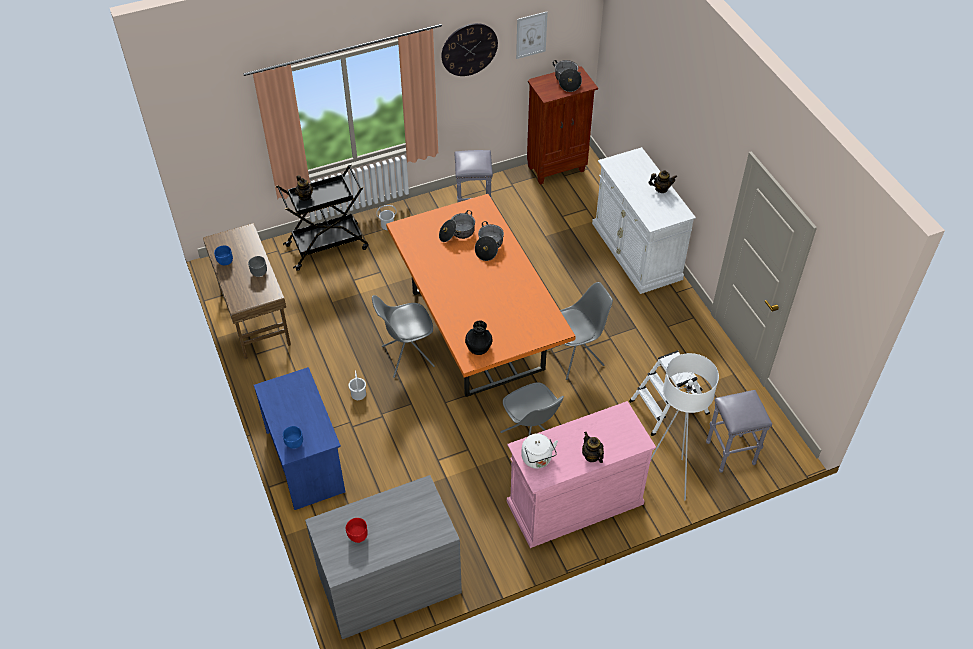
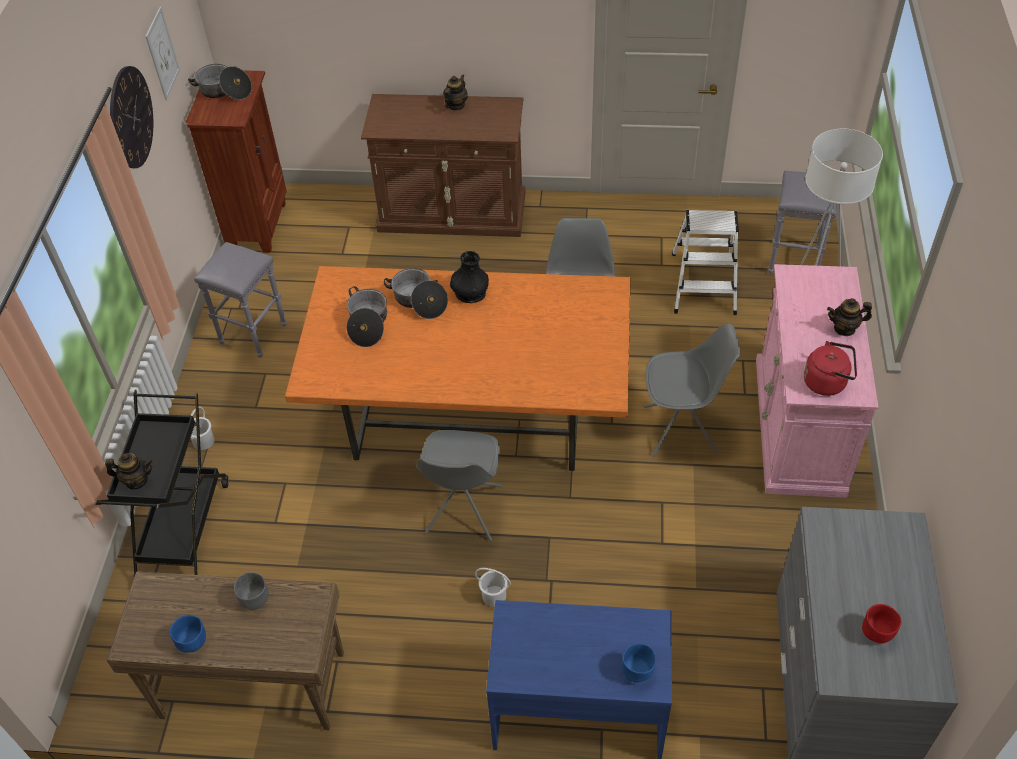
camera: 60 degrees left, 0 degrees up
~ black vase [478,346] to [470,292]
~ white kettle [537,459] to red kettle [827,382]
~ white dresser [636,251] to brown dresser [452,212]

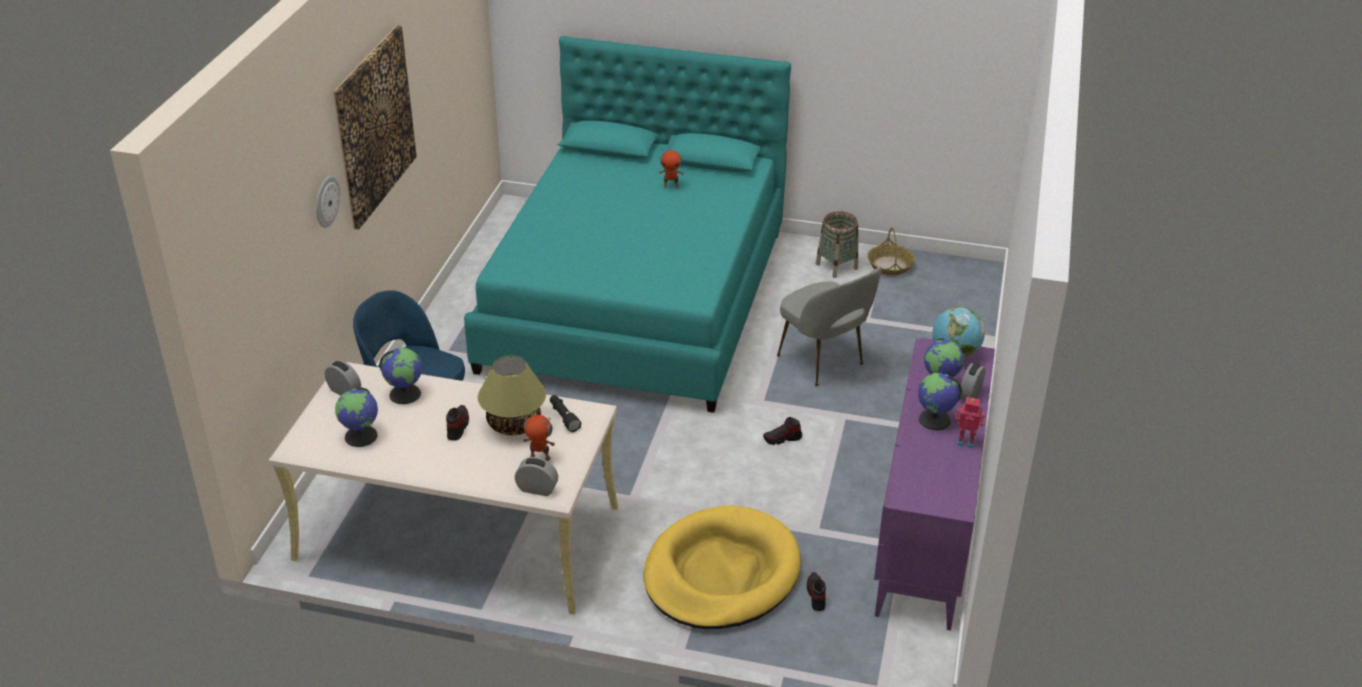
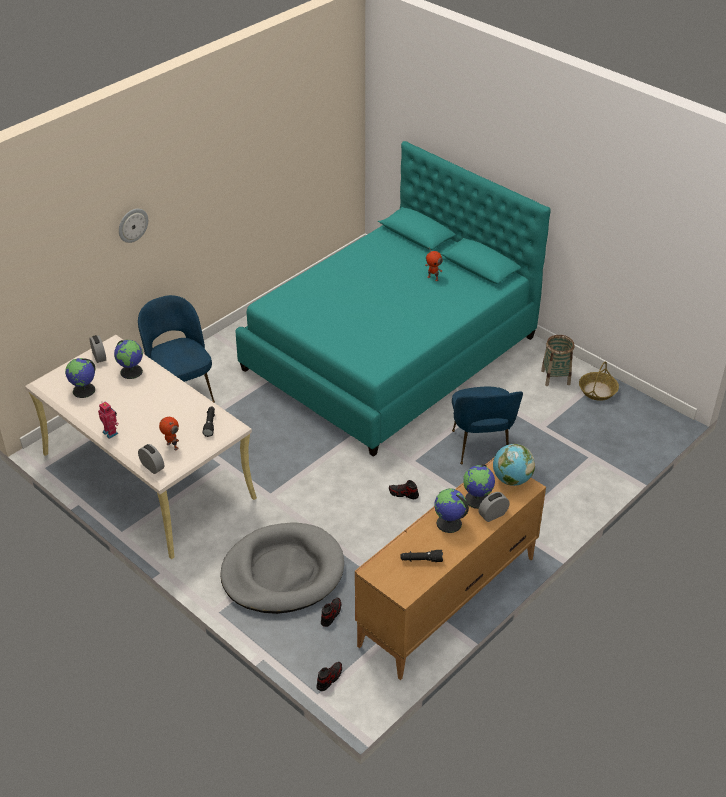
camera: 30 degrees right, 5 degrees up
- picture [374,126]
~ shoe [457,427] to [329,678]
- table lamp [514,424]
~ yellow dog bed [721,573] to grey dog bed [282,572]
~ grey chair [824,364] to blue chair [481,449]
~ purple dresser [928,529] to brown dresser [448,602]
~ toy robot [966,441] to [111,432]
+ black flashlight [421,560]

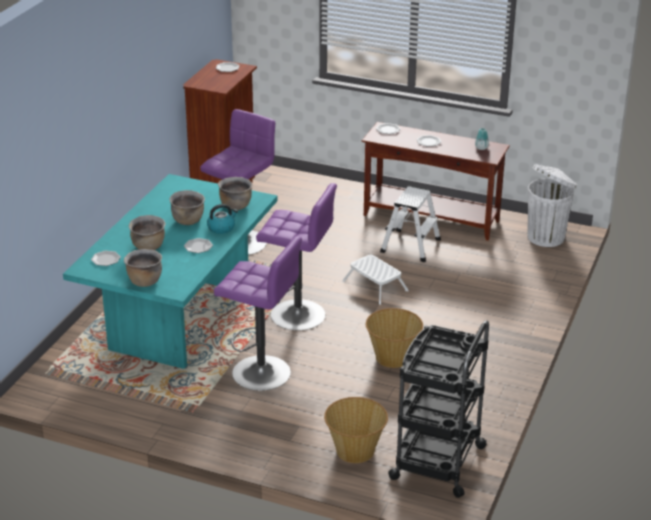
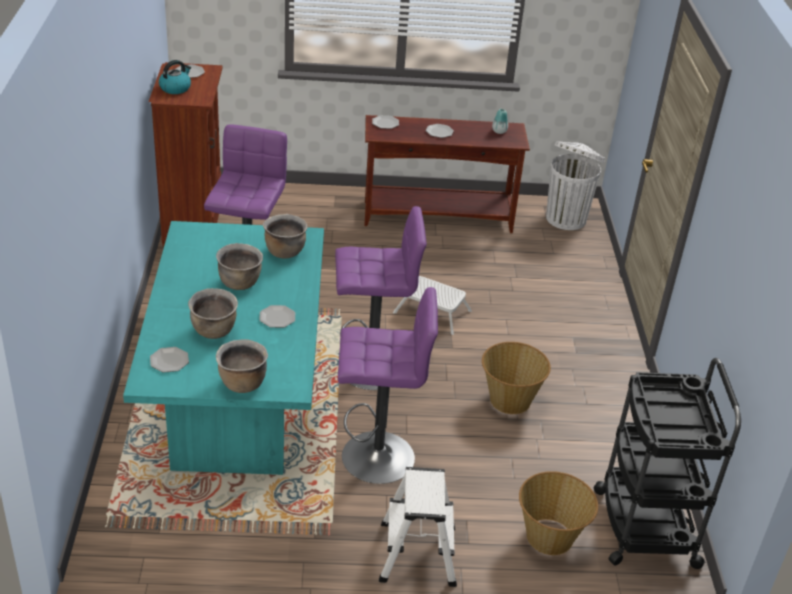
camera: 25 degrees left, 5 degrees up
~ kettle [221,228] to [175,88]
~ white step ladder [410,246] to [417,554]

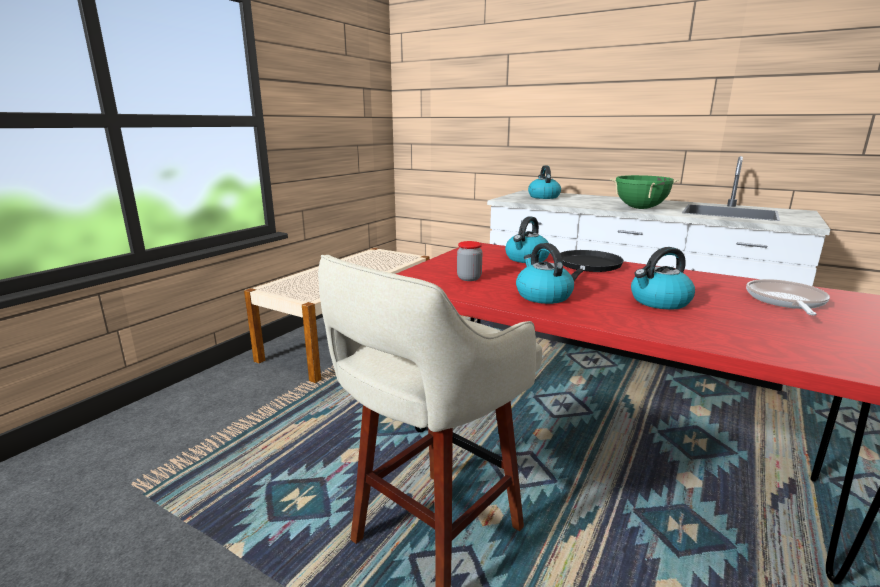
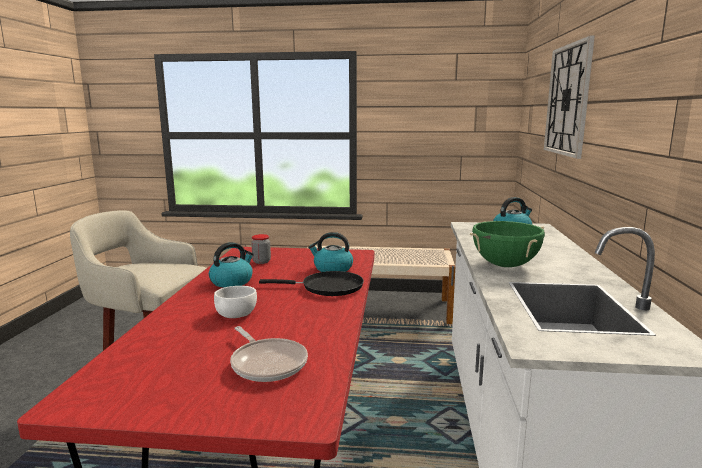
camera: 65 degrees right, 5 degrees down
~ kettle [659,302] to white bowl [236,314]
~ frying pan [785,301] = [267,363] 60 degrees clockwise
+ wall clock [568,100]

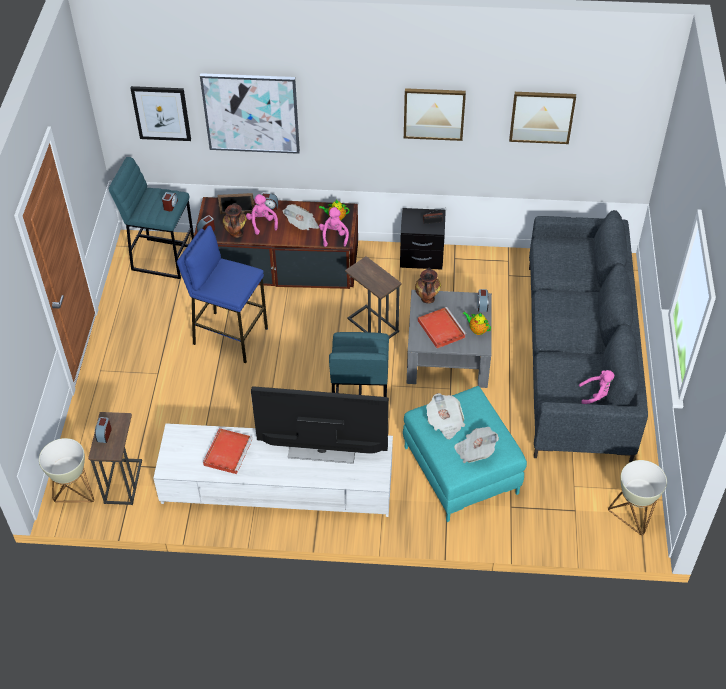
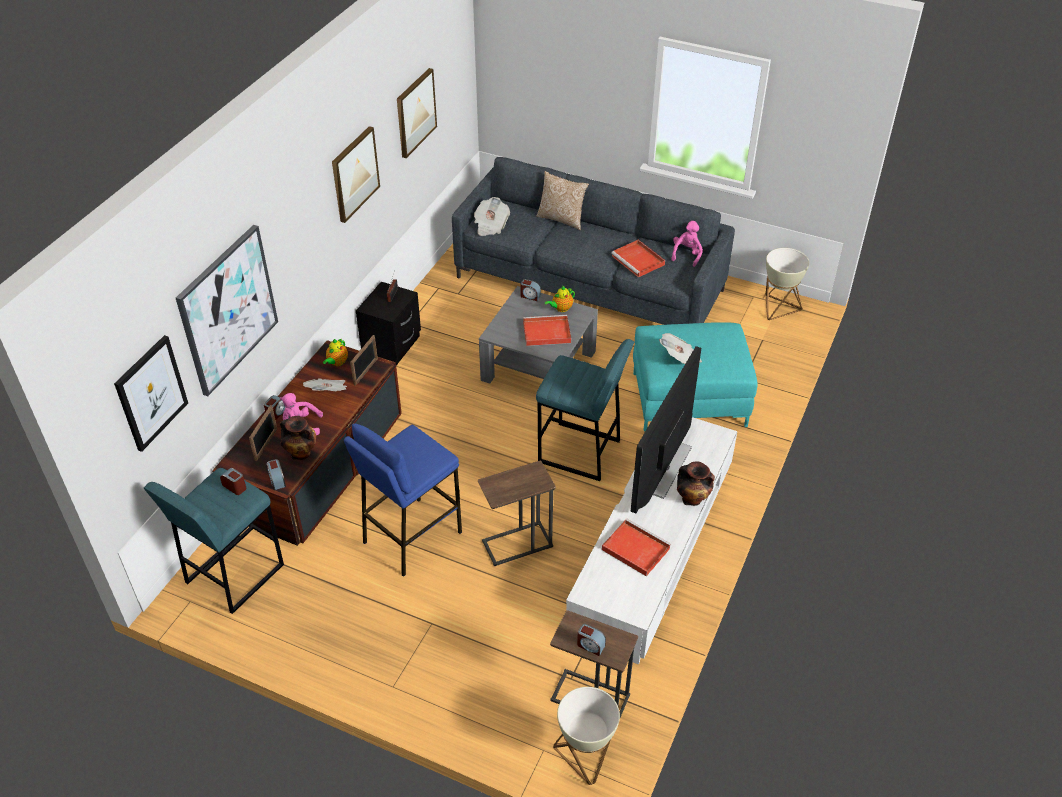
camera: 70 degrees left, 5 degrees down
~ pink plush toy [334,236] to picture frame [366,371]
~ brown side table [373,325] to [517,543]
~ vase [427,298] to [693,499]
~ newspaper [475,451] to [490,226]
+ pillow [562,219]
+ red tray [639,260]

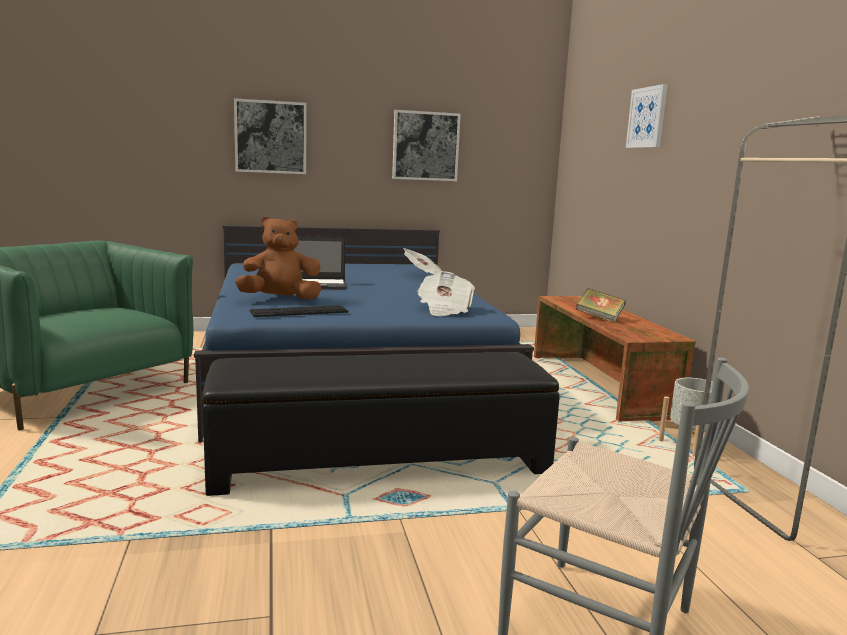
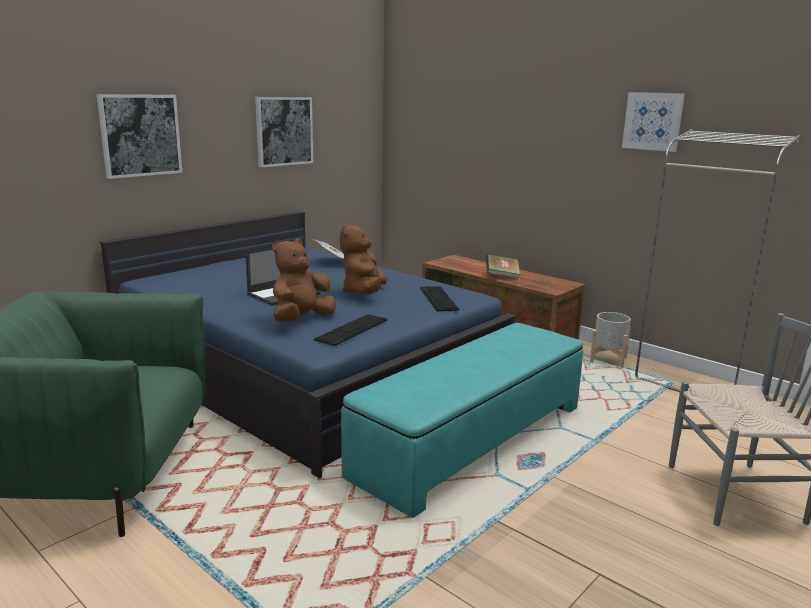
camera: 35 degrees left, 5 degrees up
~ black bench [382,461] to turquoise bench [471,439]
~ newspaper [444,310] to keyboard [438,298]
~ picture [647,117] to [652,121]
+ brown plush toy [364,292]

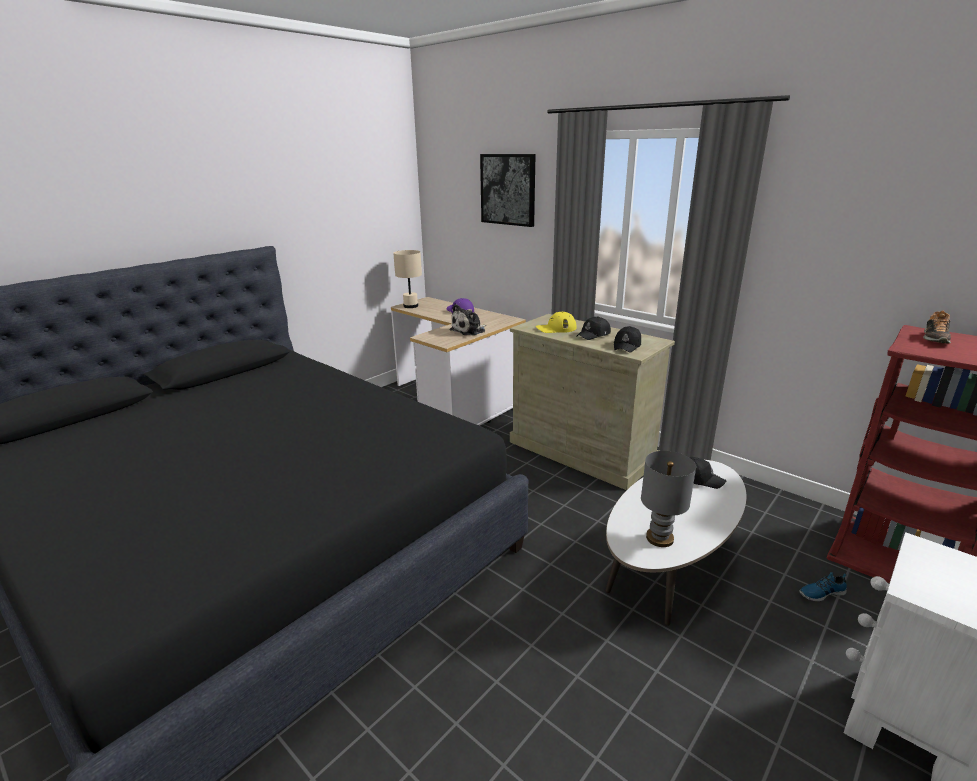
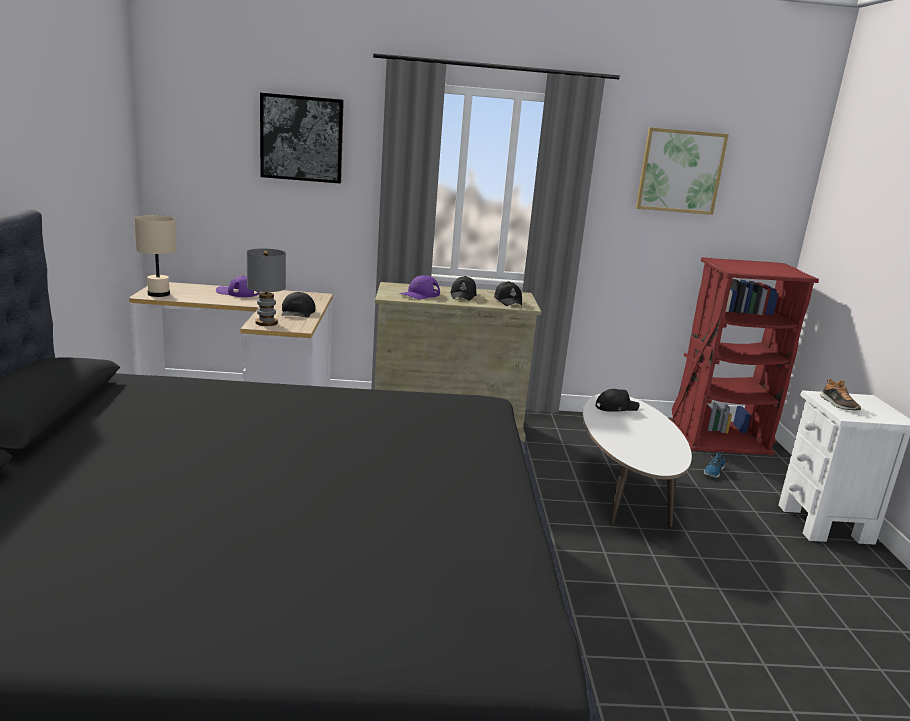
camera: 45 degrees left, 5 degrees down
~ plush toy [469,331] to black cap [297,312]
~ yellow cap [556,328] to purple cap [419,294]
~ grey table lamp [659,538] to [266,323]
~ shoe [934,338] to [838,404]
+ picture [680,171]

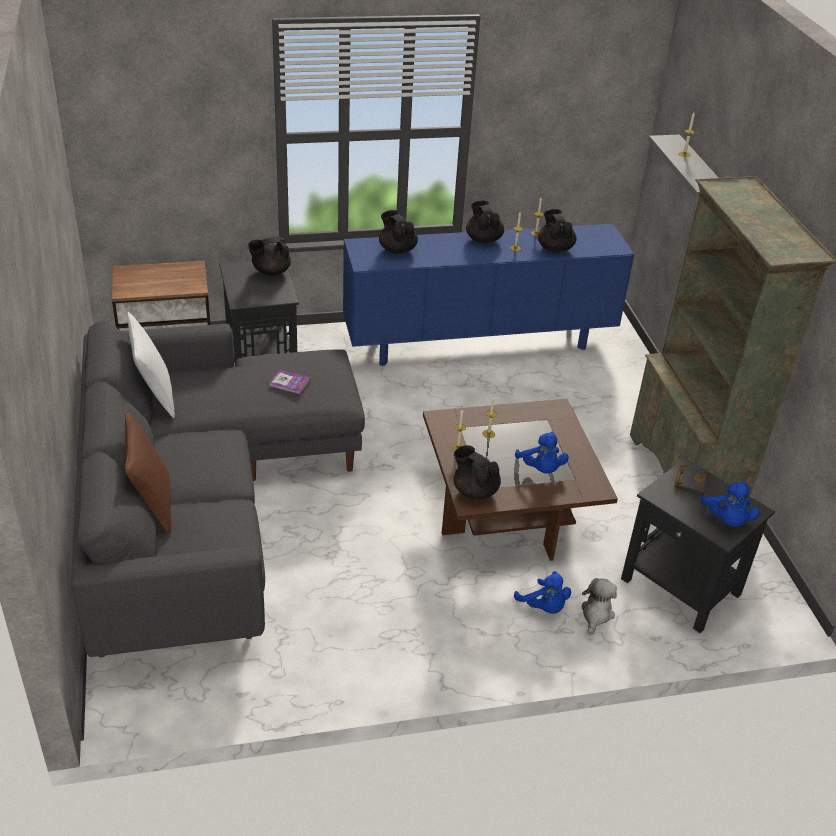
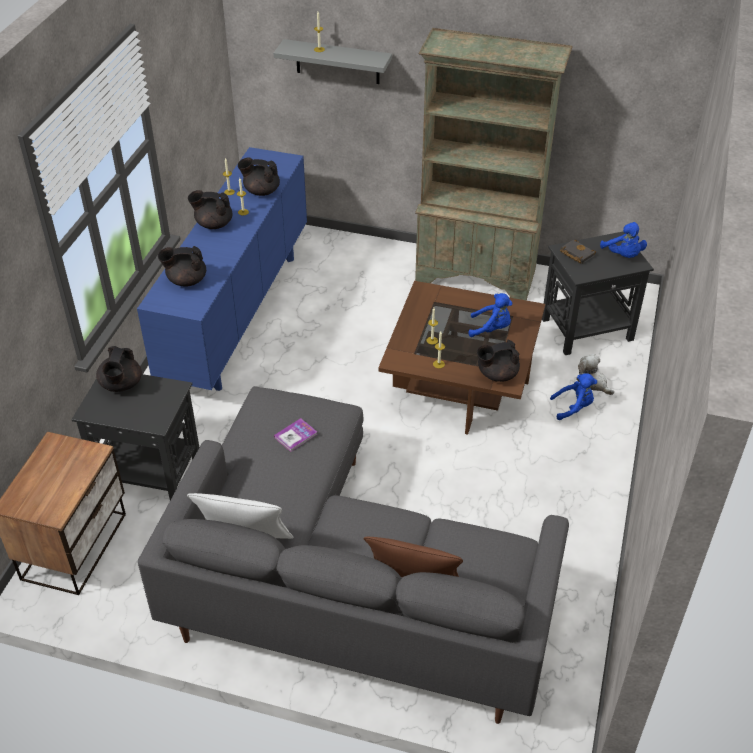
camera: 60 degrees left, 5 degrees up
~ blue plush toy [726,520] = [623,255] 45 degrees clockwise

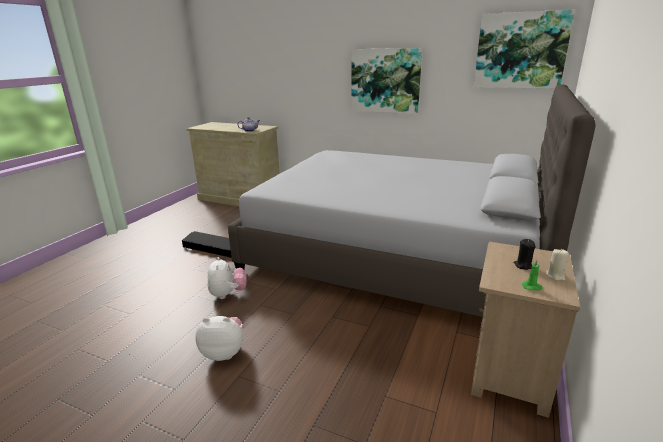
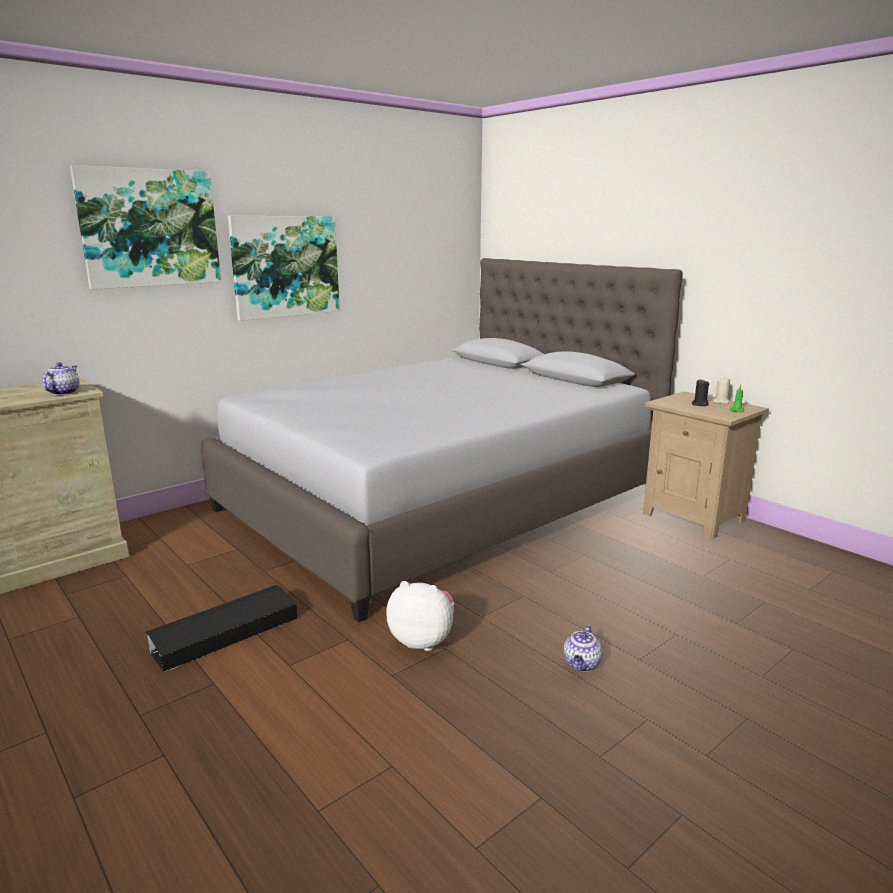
camera: 65 degrees left, 5 degrees down
~ plush toy [224,352] to teapot [582,664]
~ picture [520,51] to [150,228]

